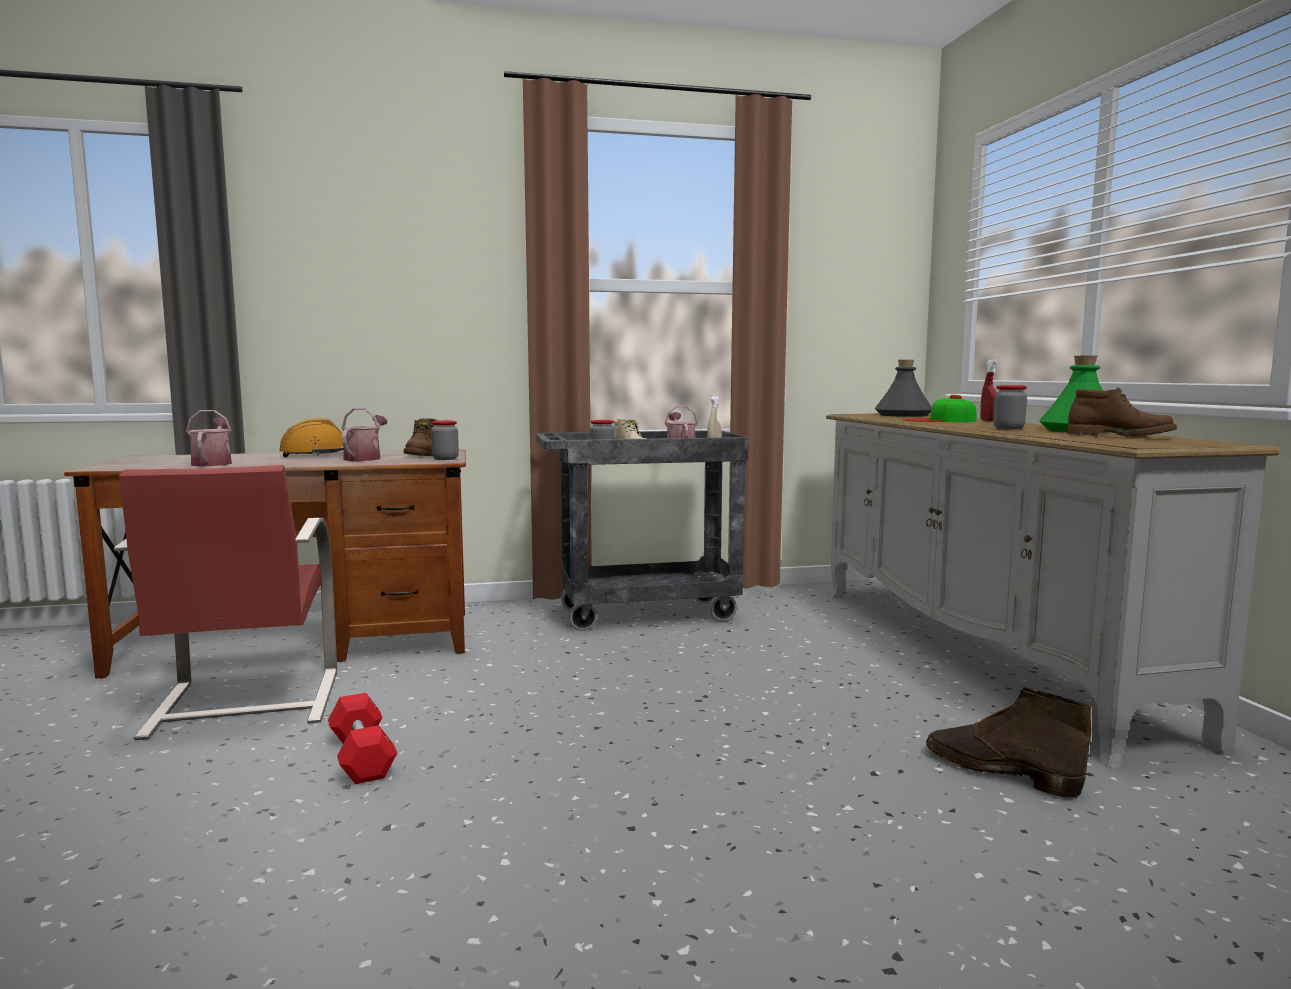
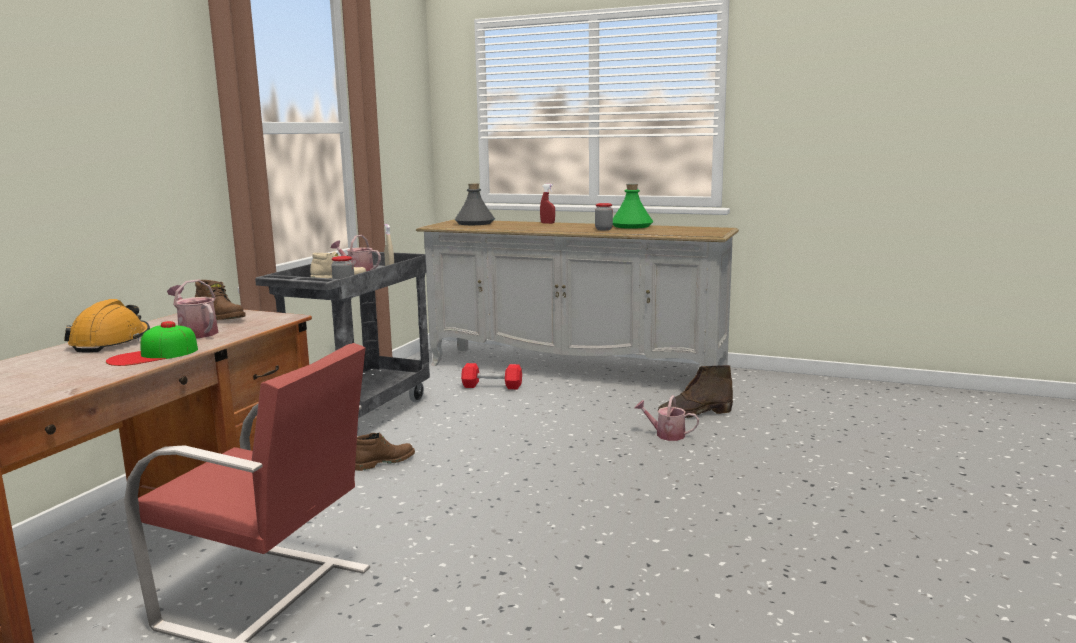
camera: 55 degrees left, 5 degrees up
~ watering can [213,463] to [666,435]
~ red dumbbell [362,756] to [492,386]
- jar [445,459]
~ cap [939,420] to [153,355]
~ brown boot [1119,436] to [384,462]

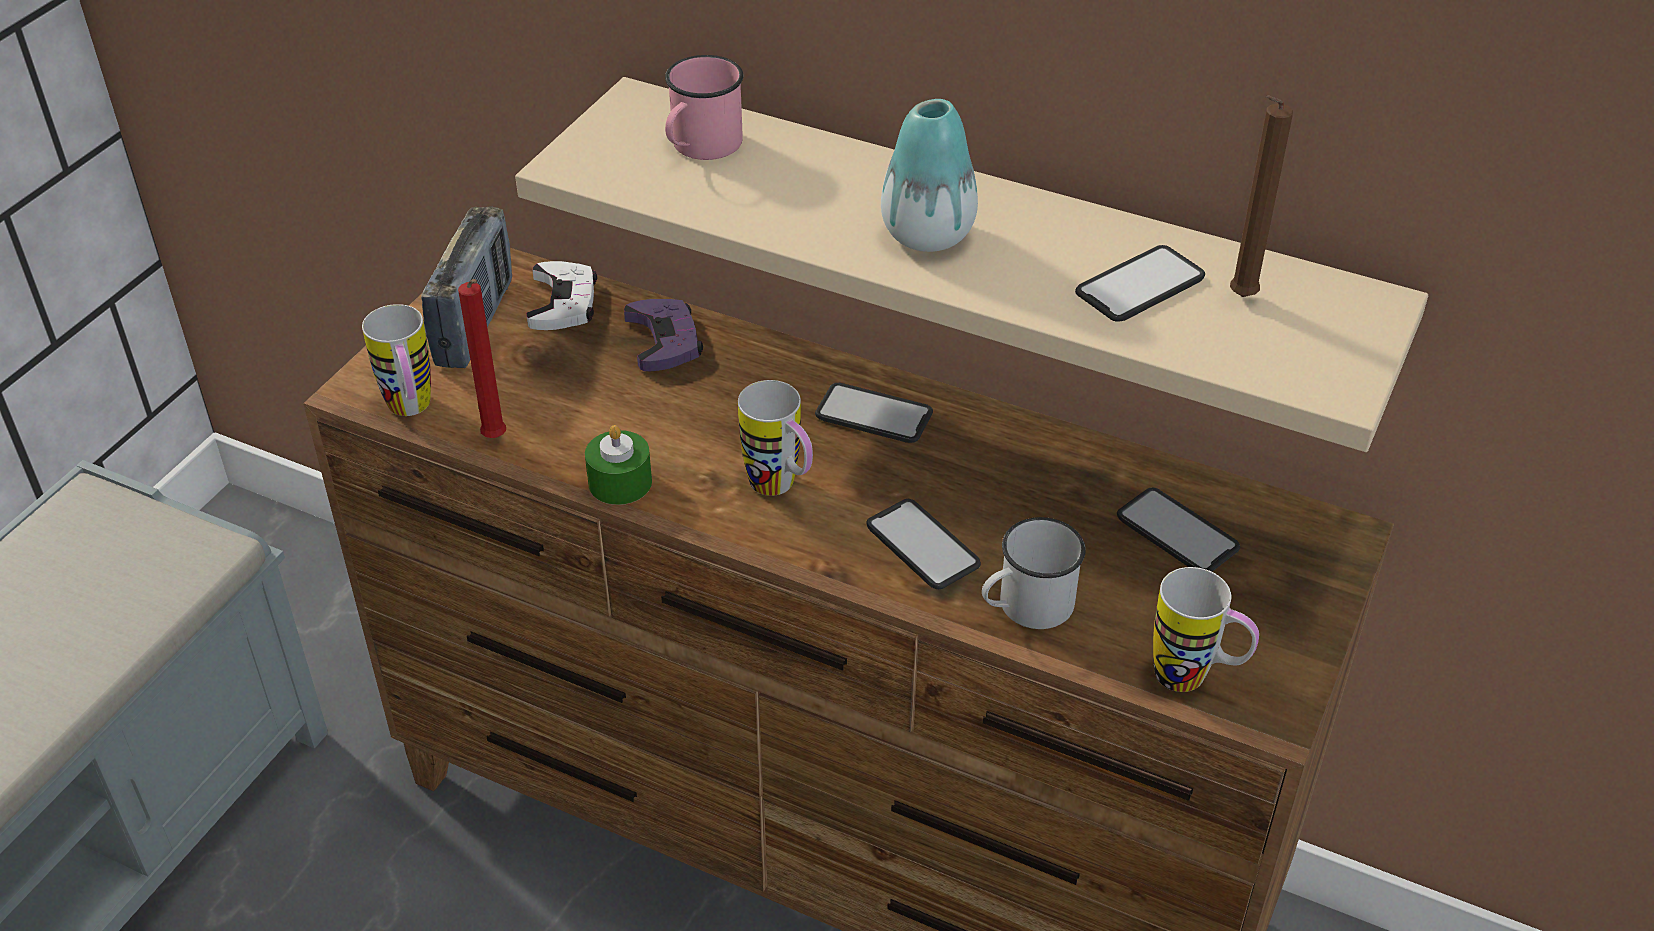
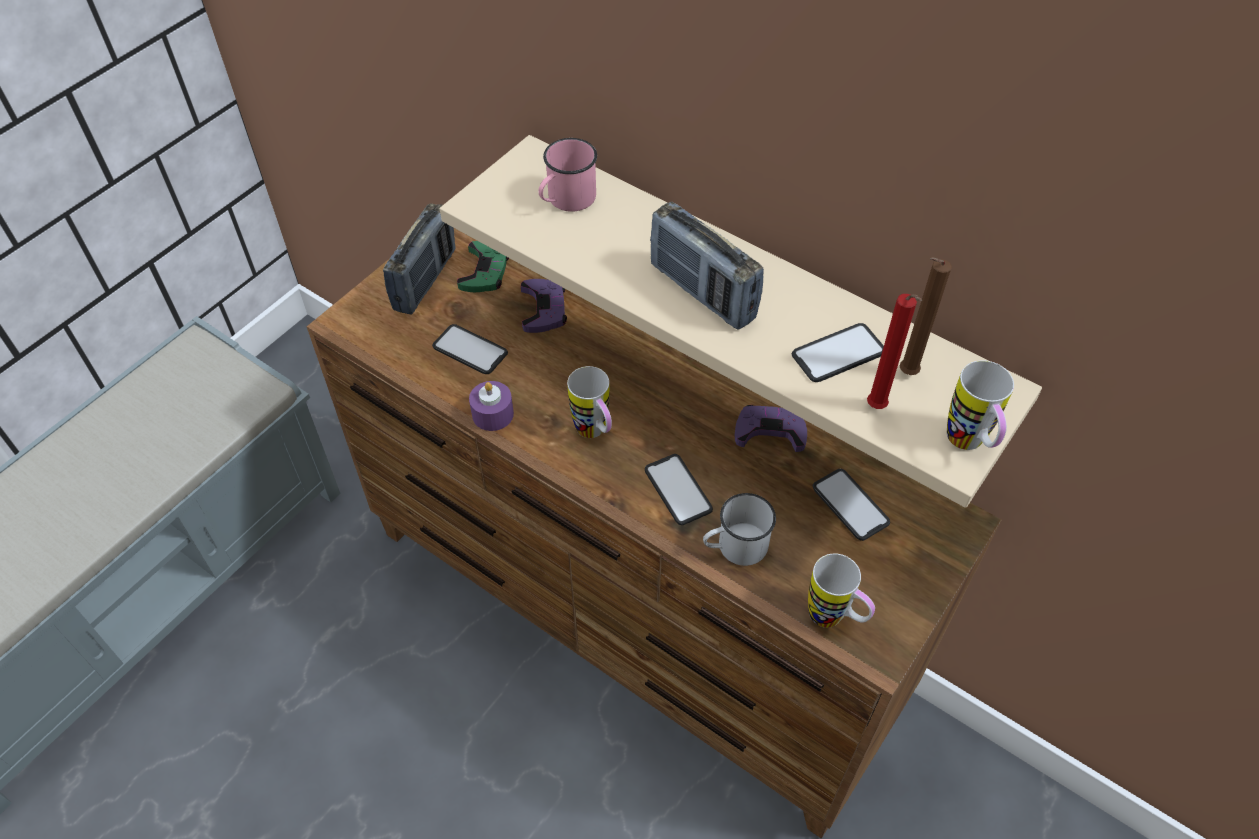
camera: 10 degrees right, 10 degrees up
~ mug [412,411] to [969,445]
~ red candle [496,440] to [877,409]
~ white game controller [563,303] to green game controller [485,271]
~ green candle [620,482] to purple candle [493,414]
~ phone [873,414] to [470,350]
~ vase [927,235] to radio [702,292]
+ purple game controller [770,431]

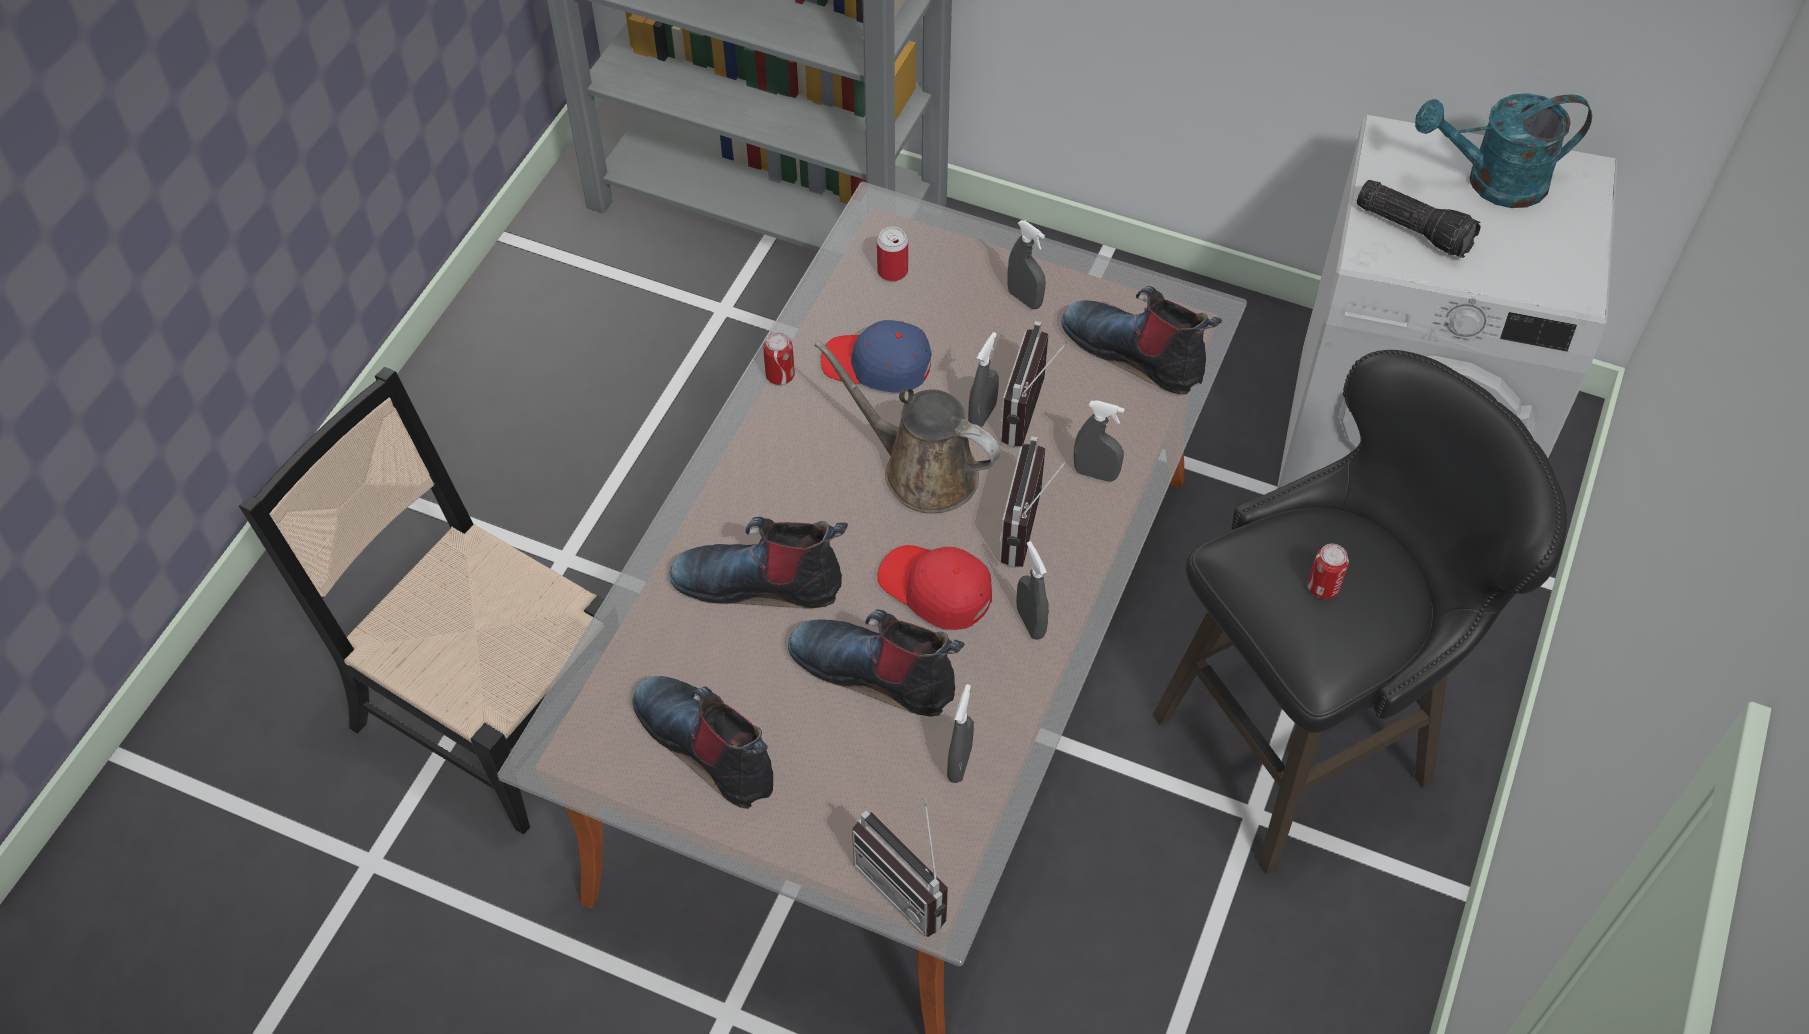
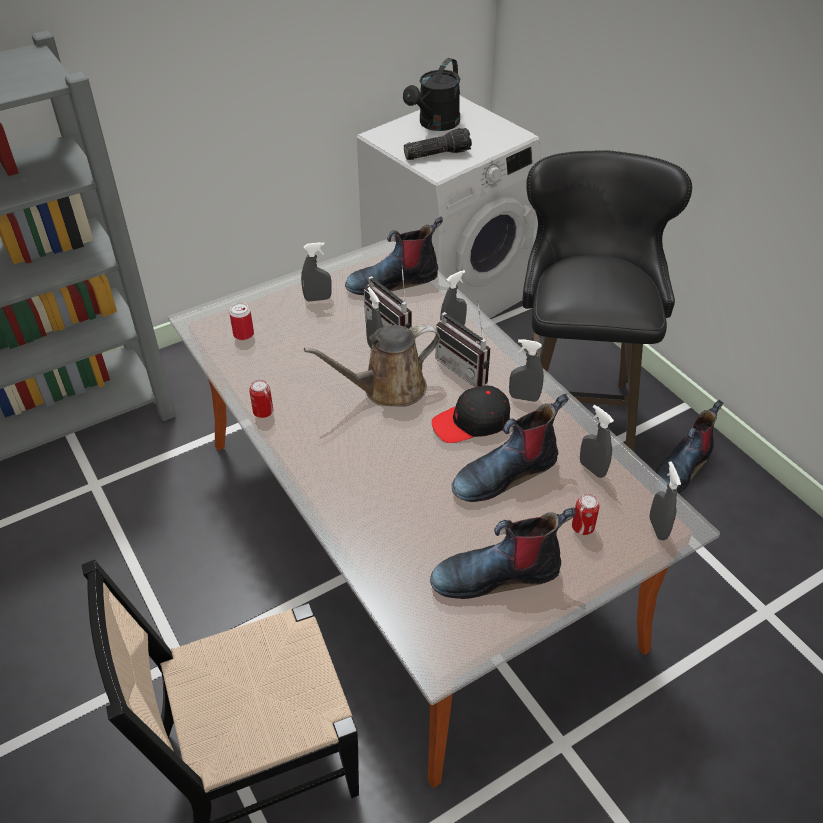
camera: 55 degrees left, 10 degrees down
~ boot [761,582] to [682,467]
- blue cap [877,365]
~ radio [911,885] to grey spray bottle [658,528]
~ red cap [935,590] to black cap [471,422]
~ can [1323,587] to [582,527]
~ turquoise watering can [1492,182] to black watering can [435,125]

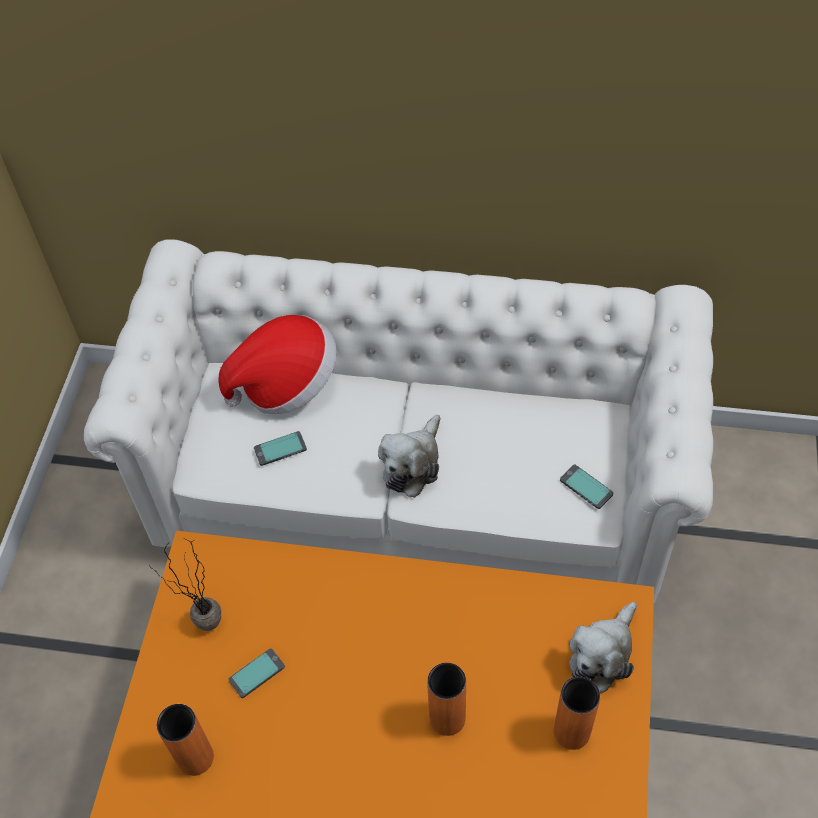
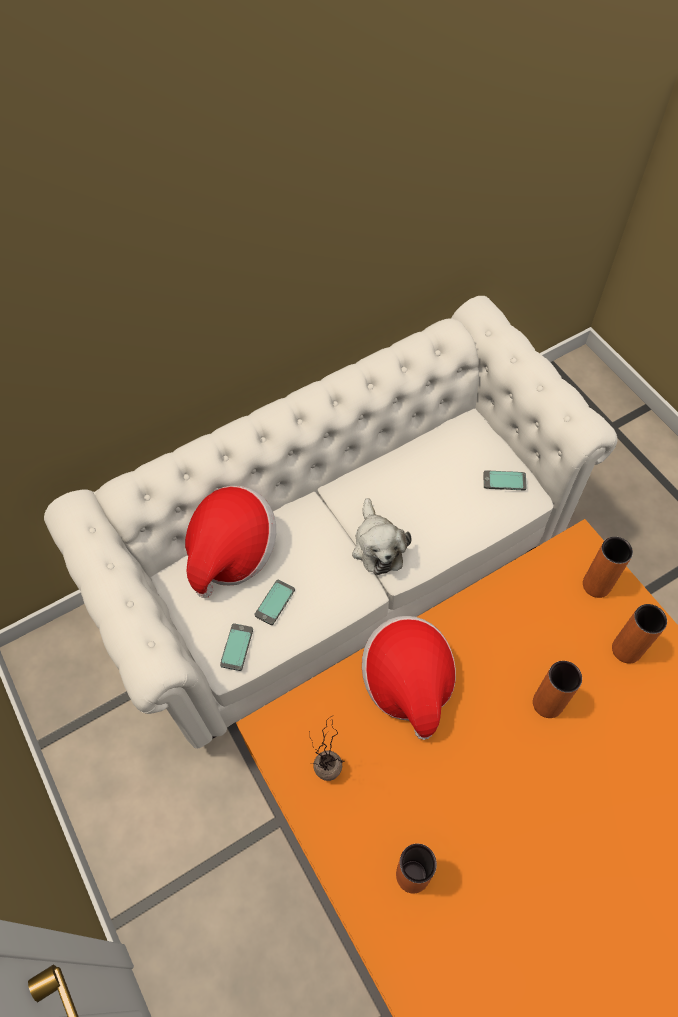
camera: 40 degrees left, 5 degrees up
~ phone [256,673] to [236,647]
~ plush toy [602,654] to orange vase [596,585]
+ hat [408,682]

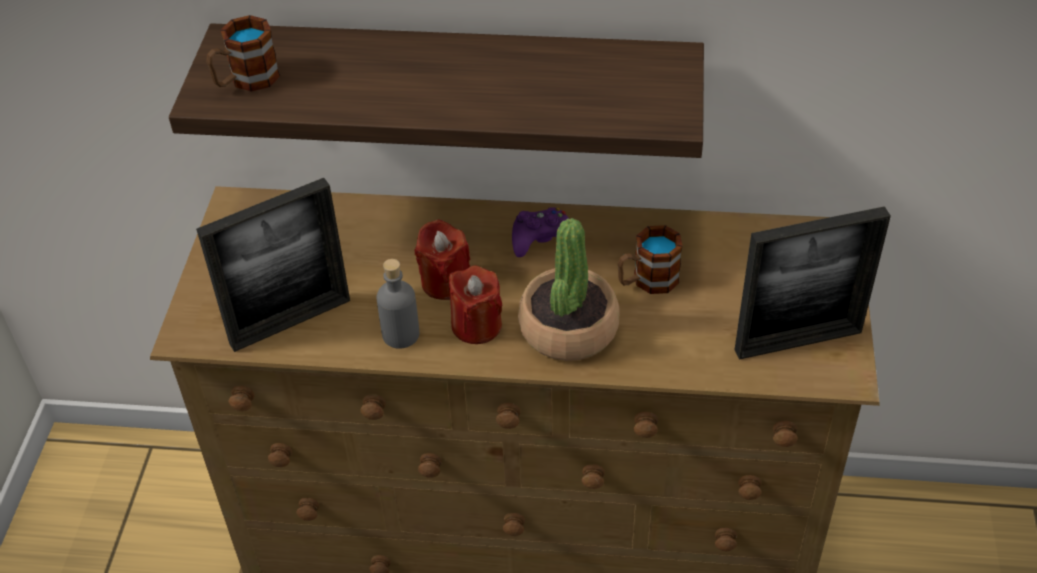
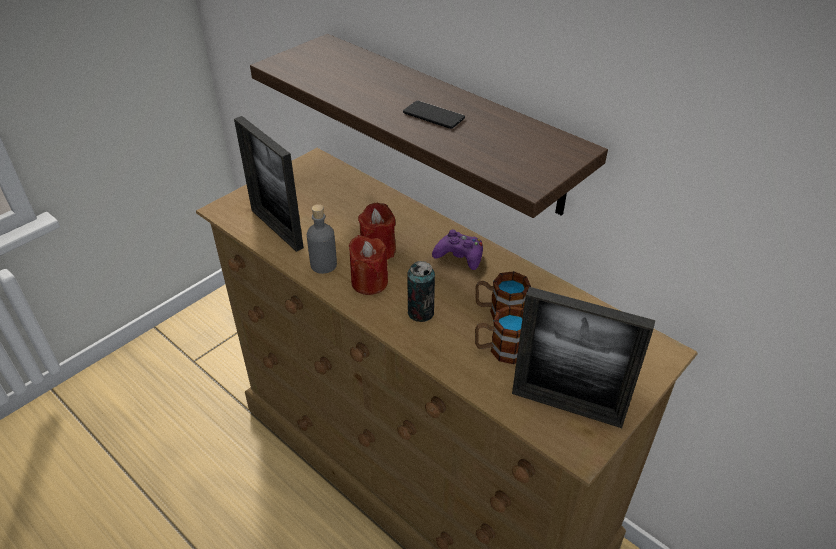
camera: 35 degrees right, 5 degrees down
~ picture frame [290,322] = [276,228] 45 degrees clockwise
~ mug [246,80] to [500,350]
~ potted plant [568,328] to can [420,313]
+ phone [433,115]

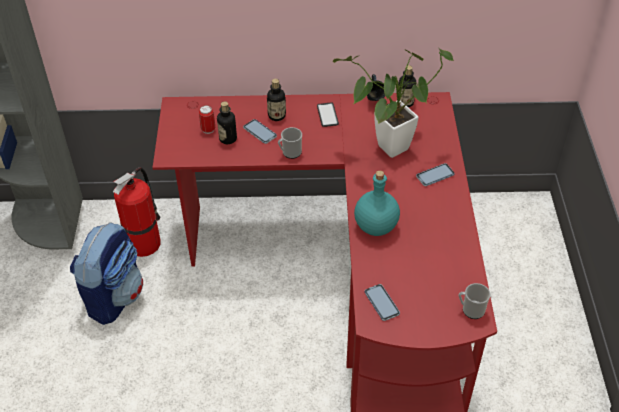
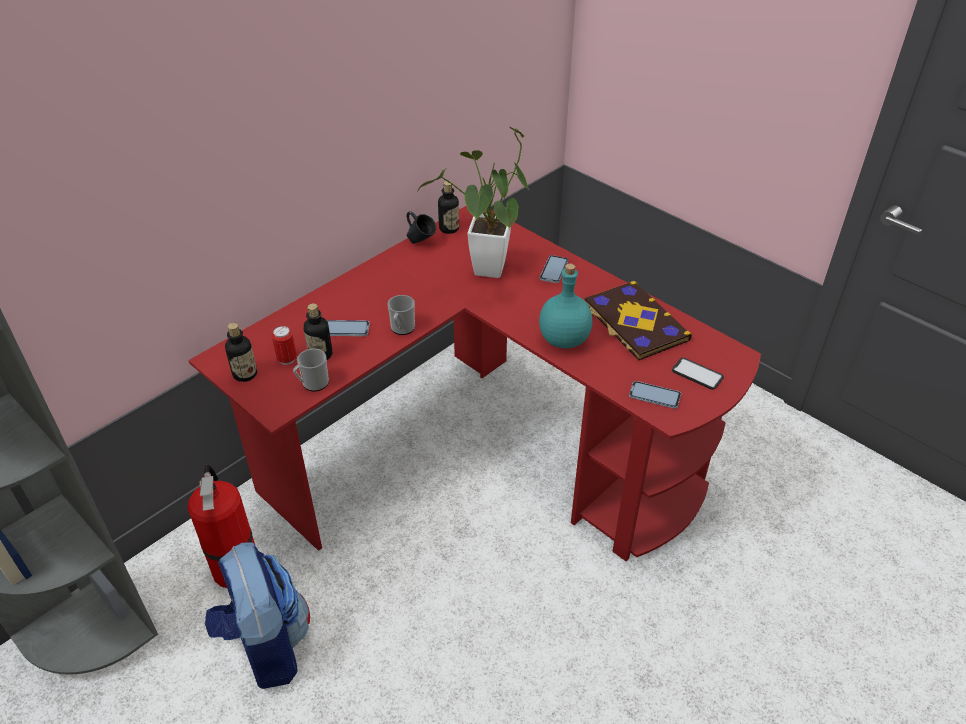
camera: 45 degrees left, 5 degrees down
~ bottle [276,116] to [245,374]
~ phone [327,115] to [697,374]
~ mug [470,310] to [313,384]
+ book [634,323]

